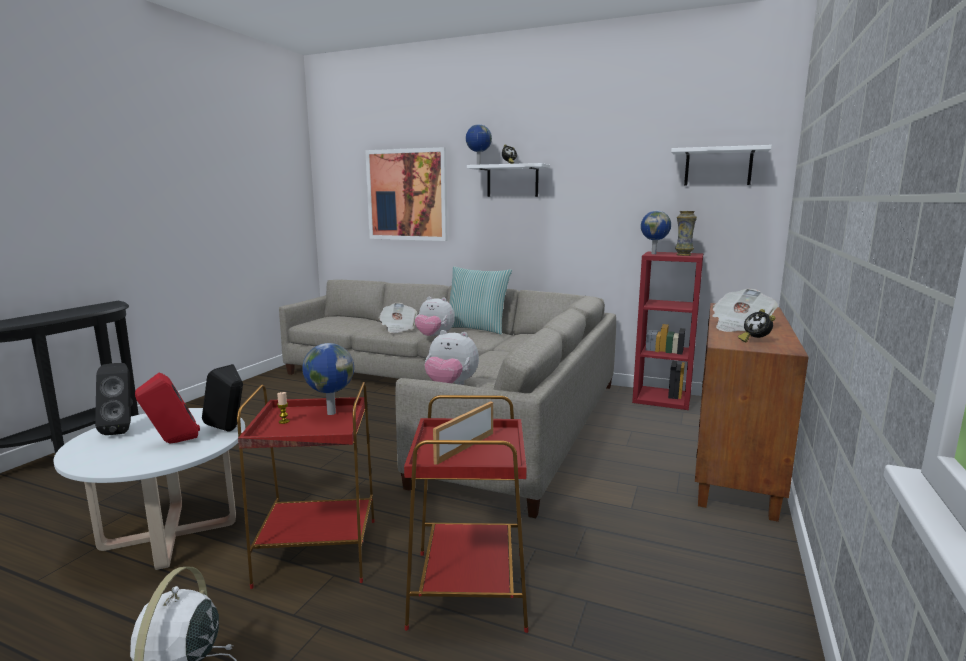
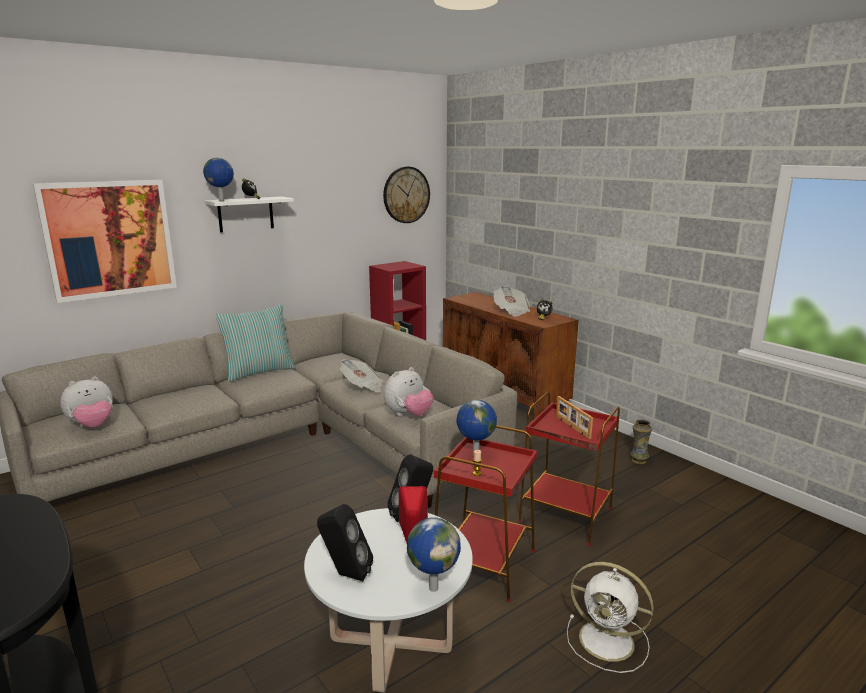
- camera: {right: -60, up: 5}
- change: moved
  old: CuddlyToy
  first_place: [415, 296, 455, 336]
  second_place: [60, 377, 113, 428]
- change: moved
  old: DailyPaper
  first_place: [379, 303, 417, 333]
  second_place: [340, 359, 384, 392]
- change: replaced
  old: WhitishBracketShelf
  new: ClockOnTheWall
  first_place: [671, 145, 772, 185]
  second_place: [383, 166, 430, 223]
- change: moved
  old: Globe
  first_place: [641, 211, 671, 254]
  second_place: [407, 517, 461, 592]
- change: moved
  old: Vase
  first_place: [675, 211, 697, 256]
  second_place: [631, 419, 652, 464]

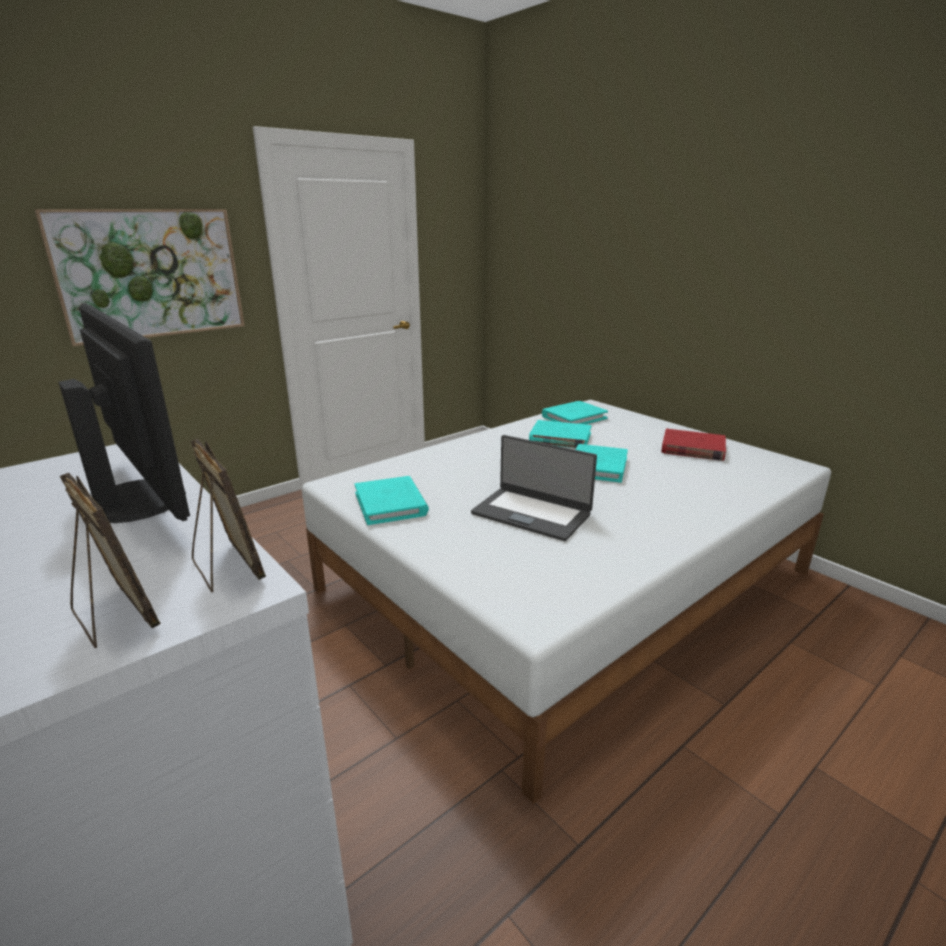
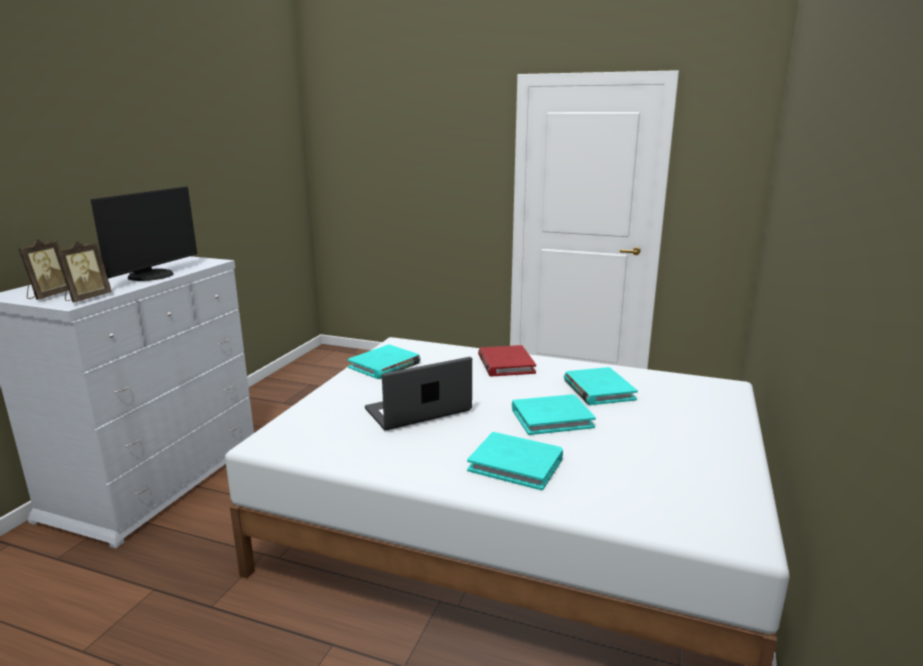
- camera: {right: 60, up: -5}
- change: turned
  old: Laptop
  first_place: [471, 435, 597, 541]
  second_place: [365, 357, 472, 431]
  degrees: 60
- change: moved
  old: BlueGreenBook
  first_place: [542, 401, 608, 424]
  second_place: [467, 432, 563, 490]
- change: moved
  old: RedColouredBook
  first_place: [661, 429, 726, 461]
  second_place: [478, 345, 536, 376]
- change: removed
  old: WallArt
  first_place: [34, 209, 245, 346]

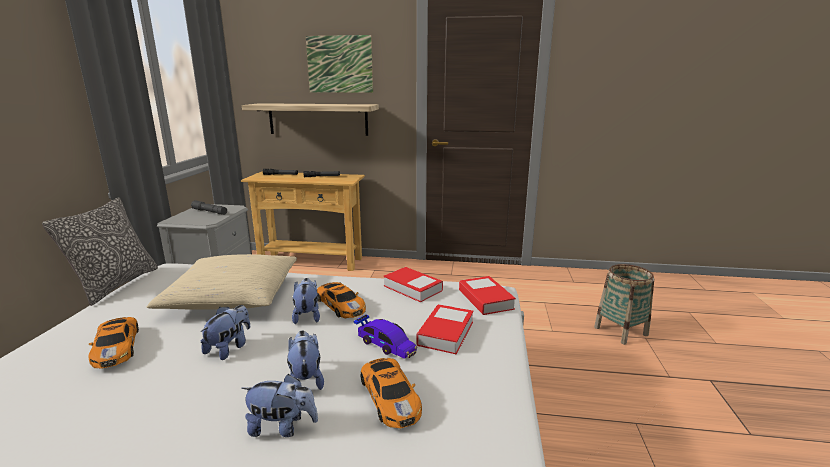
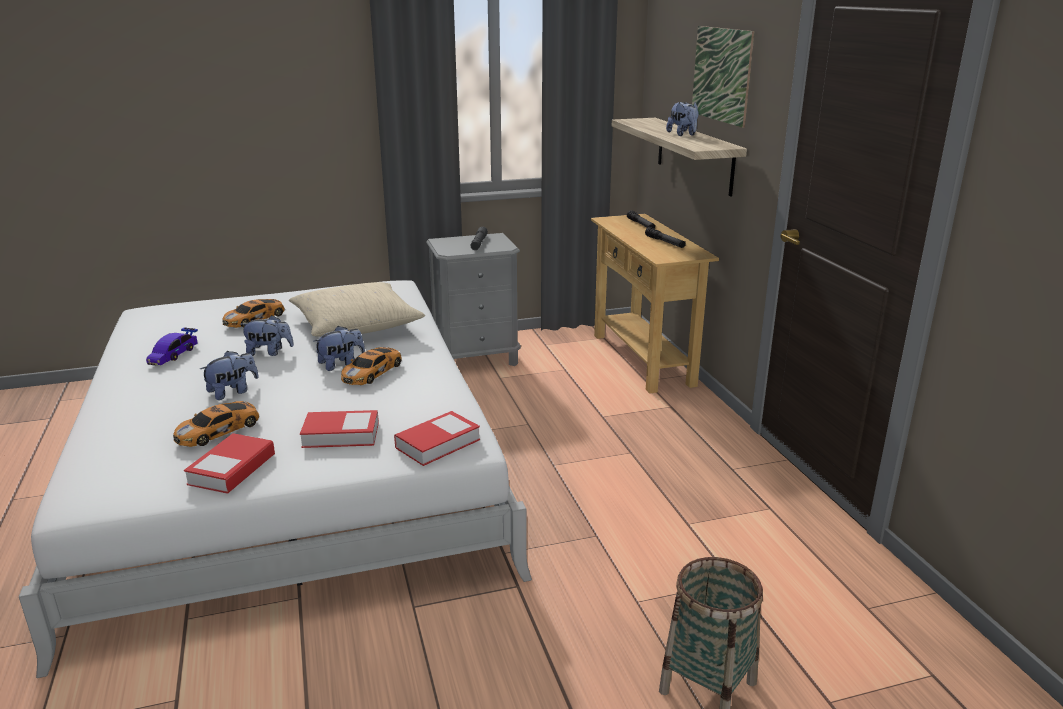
- camera: {right: 65, up: 5}
- change: moved
  old: MiniatureCar
  first_place: [354, 315, 417, 359]
  second_place: [146, 328, 198, 366]
- change: moved
  old: Book
  first_place: [383, 267, 443, 302]
  second_place: [184, 433, 275, 494]
- change: moved
  old: CuddlyToy
  first_place: [241, 374, 318, 437]
  second_place: [666, 102, 699, 136]
- change: removed
  old: Cushion
  first_place: [42, 198, 158, 306]

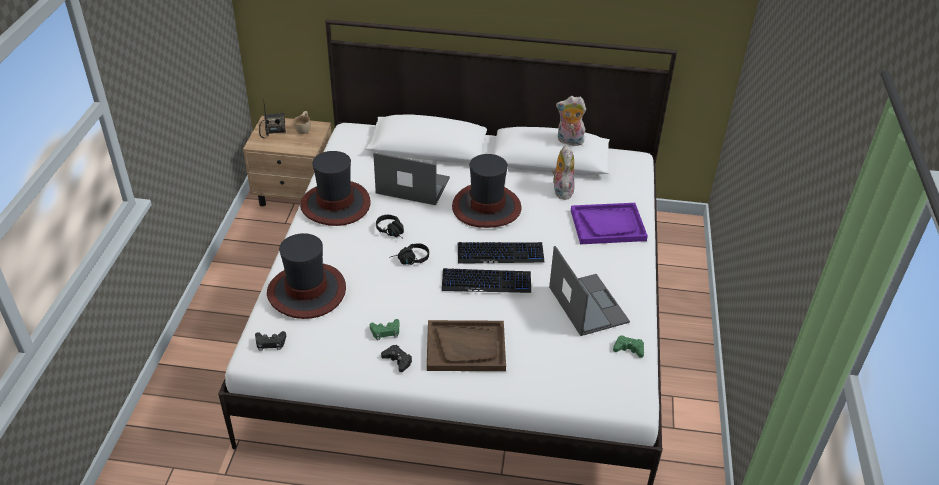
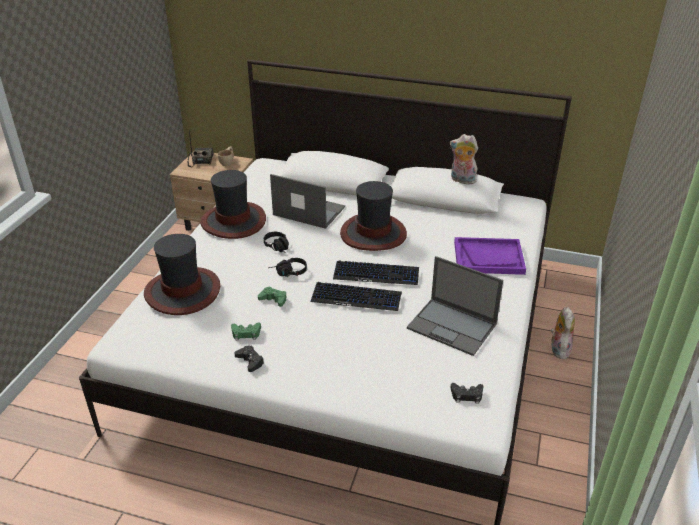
- camera: {right: 10, up: -5}
- change: moved
  old: GreenishJoypad
  first_place: [613, 335, 644, 358]
  second_place: [258, 287, 286, 307]
- change: turned
  old: Laptop
  first_place: [549, 246, 630, 336]
  second_place: [407, 256, 503, 356]
  degrees: 135
- change: moved
  old: BlackColouredJoypad
  first_place: [255, 331, 286, 351]
  second_place: [450, 383, 484, 404]
- change: moved
  old: CuddlyToy
  first_place: [552, 145, 575, 200]
  second_place: [551, 307, 575, 359]
- change: removed
  old: BrownCarryingTray
  first_place: [427, 320, 506, 371]

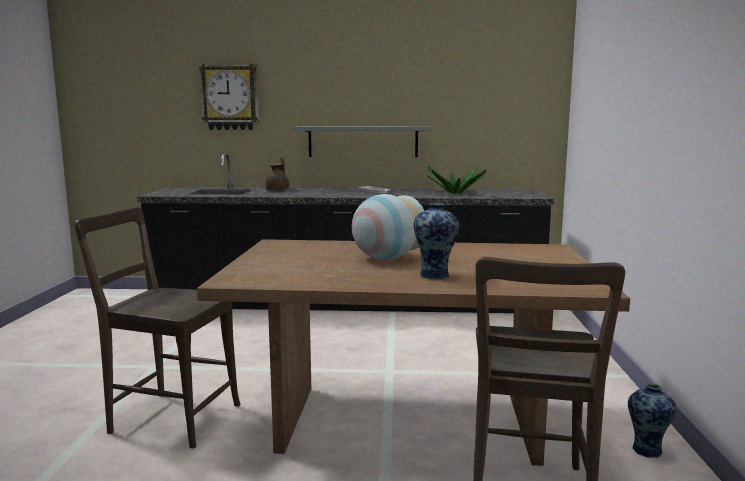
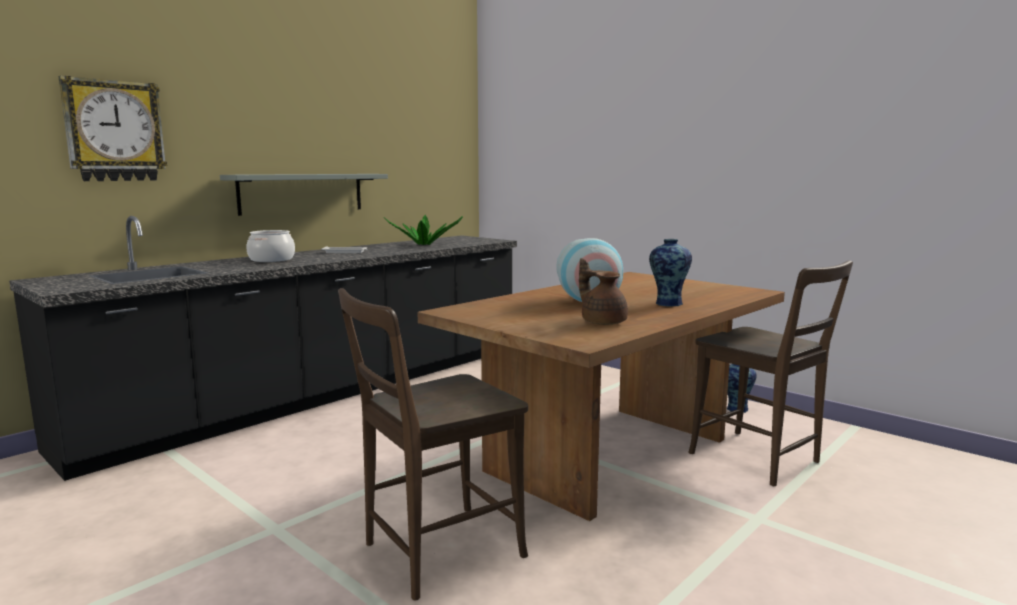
- camera: {right: -50, up: 0}
- change: added
  new: CookingPot
  second_place: [246, 230, 295, 262]
- change: moved
  old: BrownPotForTea
  first_place: [265, 157, 289, 191]
  second_place: [579, 258, 628, 325]

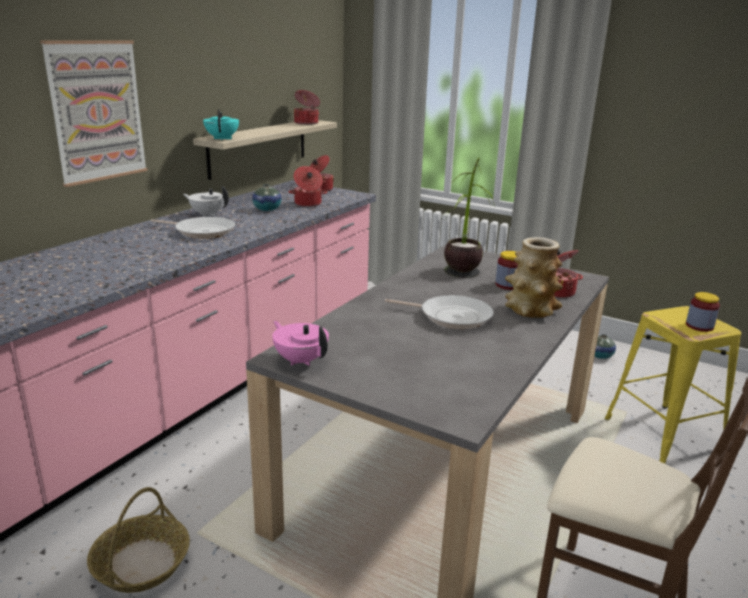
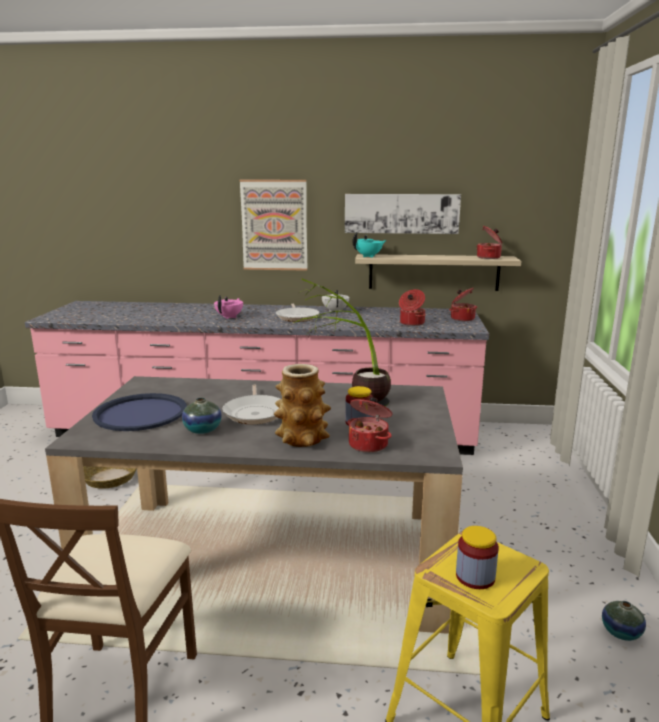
- camera: {right: 65, up: -5}
- change: added
  new: BlueCarryingTray
  second_place: [92, 393, 187, 431]
- change: moved
  old: Vase
  first_place: [252, 184, 282, 211]
  second_place: [182, 398, 222, 434]
- change: moved
  old: PinkColouredPotForTea
  first_place: [272, 321, 329, 366]
  second_place: [214, 295, 243, 319]
- change: added
  new: WallArt
  second_place: [345, 194, 461, 234]

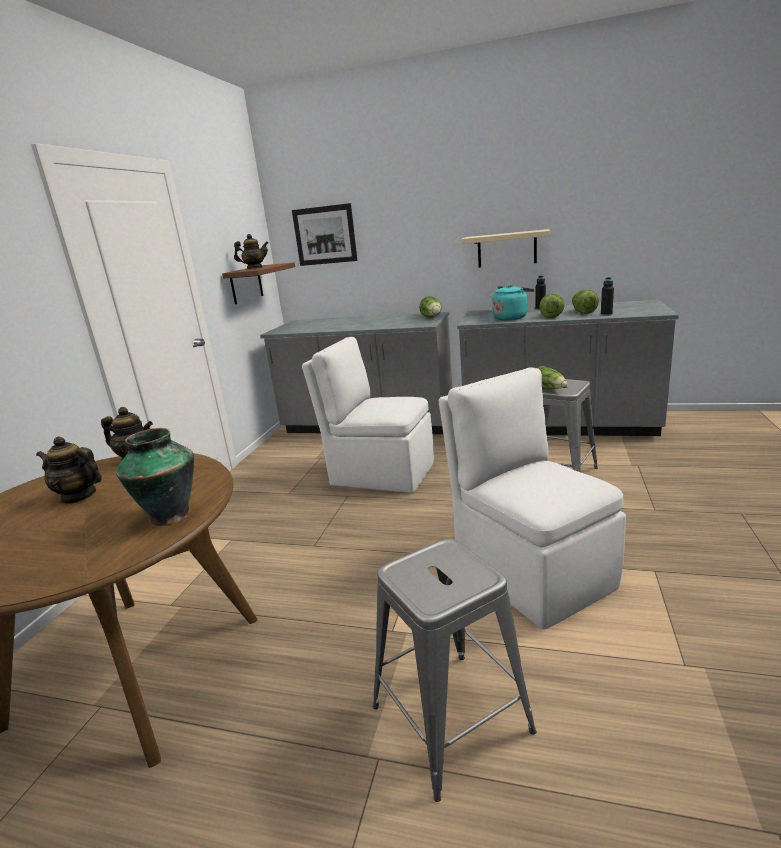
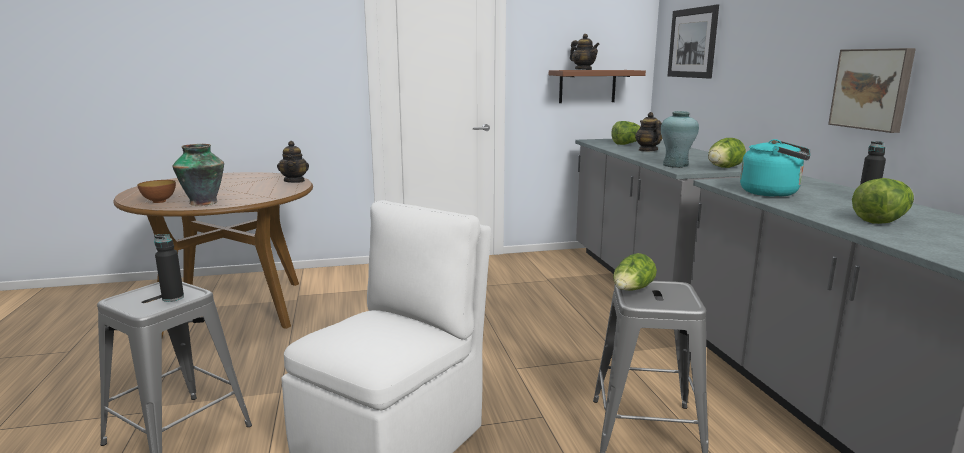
- camera: {right: 60, up: -5}
- change: added
  new: DeepDish
  second_place: [137, 180, 176, 203]
- change: moved
  old: BlackColouredBottle
  first_place: [601, 277, 614, 316]
  second_place: [154, 234, 184, 302]
- change: moved
  old: LettuceHead
  first_place: [539, 294, 565, 318]
  second_place: [611, 121, 641, 145]
- change: moved
  old: PotForTea
  first_place: [36, 437, 102, 504]
  second_place: [635, 112, 662, 151]
- change: added
  new: BlueGreenVase
  second_place: [661, 111, 699, 168]
- change: replaced
  old: BeigeBracketShelf
  new: WallArt
  first_place: [461, 229, 550, 268]
  second_place: [828, 48, 916, 133]
- change: removed
  old: WhitishPlainChair
  first_place: [302, 337, 434, 493]

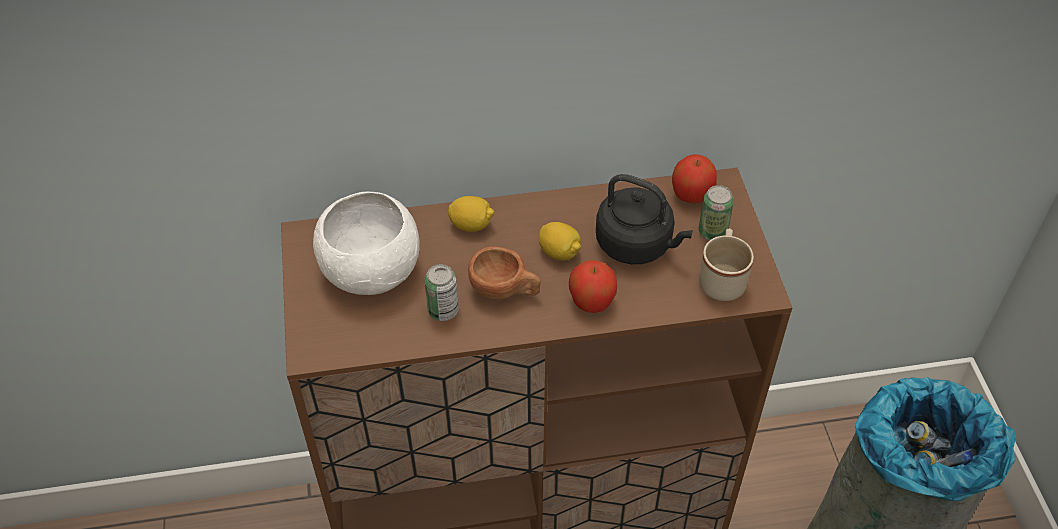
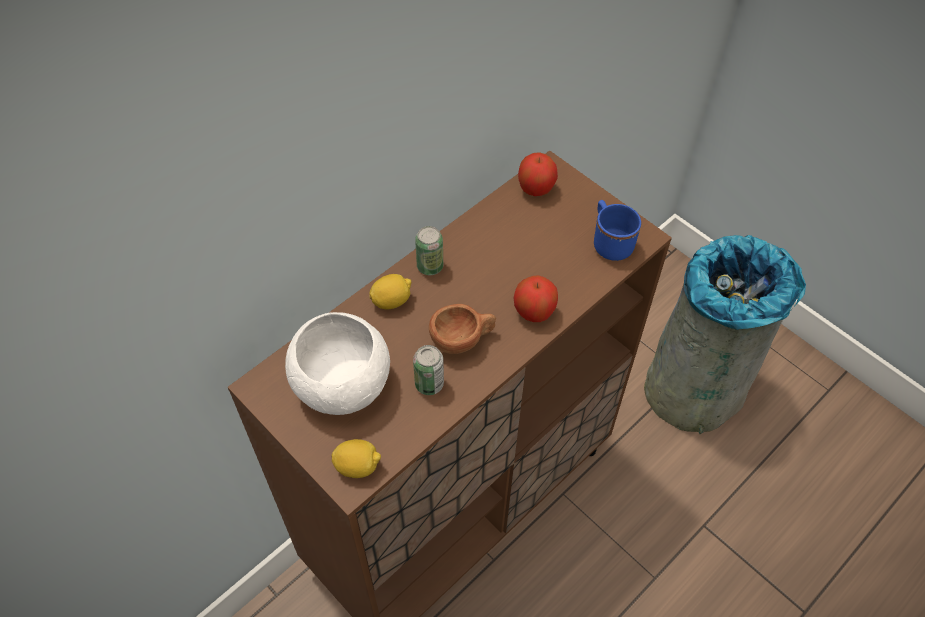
- camera: {right: -35, up: 5}
- change: moved
  old: CitrusFruit
  first_place: [539, 222, 581, 261]
  second_place: [331, 439, 381, 478]
- change: moved
  old: MetalCan
  first_place: [699, 185, 734, 240]
  second_place: [415, 226, 443, 275]
- change: recoloured
  old: BeigeMug
  new: BlueMug
  first_place: [699, 229, 754, 301]
  second_place: [594, 200, 641, 261]
- change: removed
  old: BlackColouredKettle
  first_place: [596, 174, 693, 264]

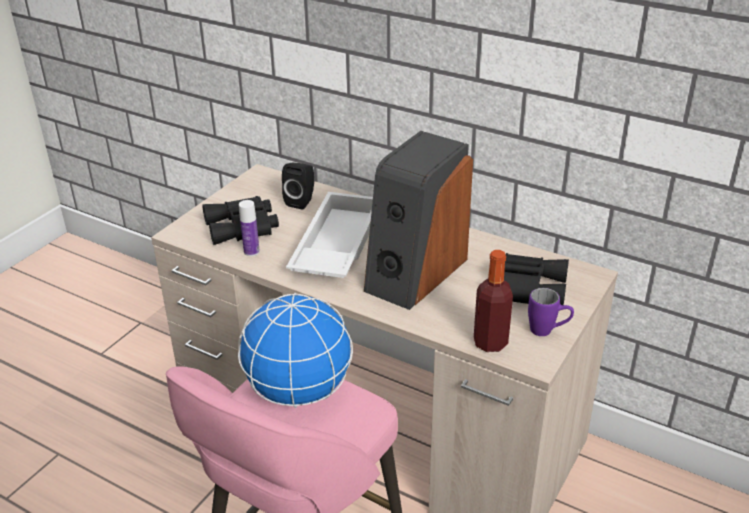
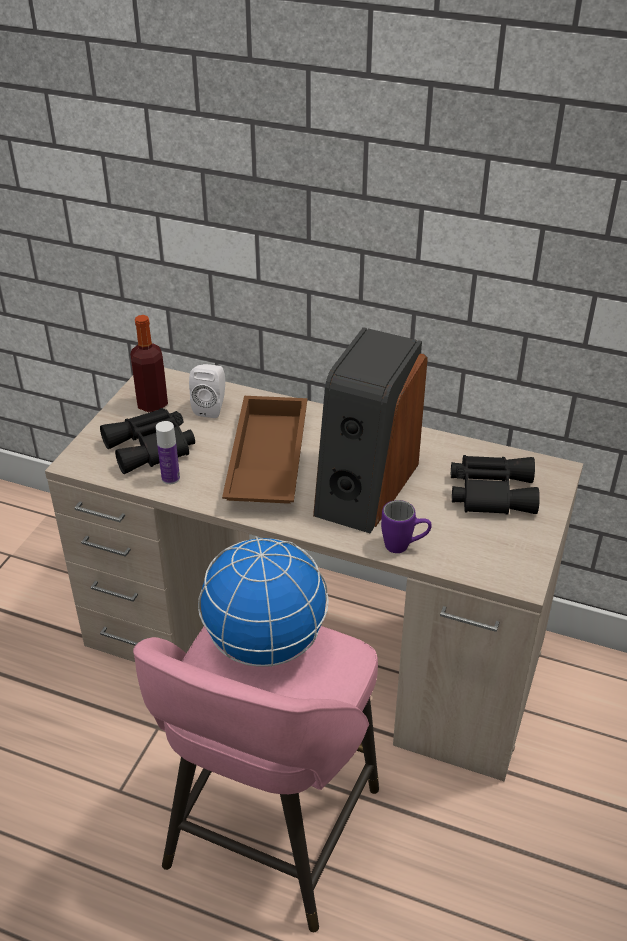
- camera: {right: -10, up: 5}
- change: moved
  old: Bottle
  first_place: [474, 250, 513, 352]
  second_place: [130, 315, 168, 412]
- change: recoloured
  old: BlackColouredLoudspeaker
  new: WhitishLoudspeaker
  first_place: [282, 162, 314, 210]
  second_place: [189, 364, 225, 418]
- change: recoloured
  old: WhitishCarryingTray
  new: BrownCarryingTray
  first_place: [286, 192, 373, 278]
  second_place: [222, 396, 307, 504]
- change: moved
  old: PurplishMug
  first_place: [528, 288, 574, 336]
  second_place: [381, 500, 432, 553]

